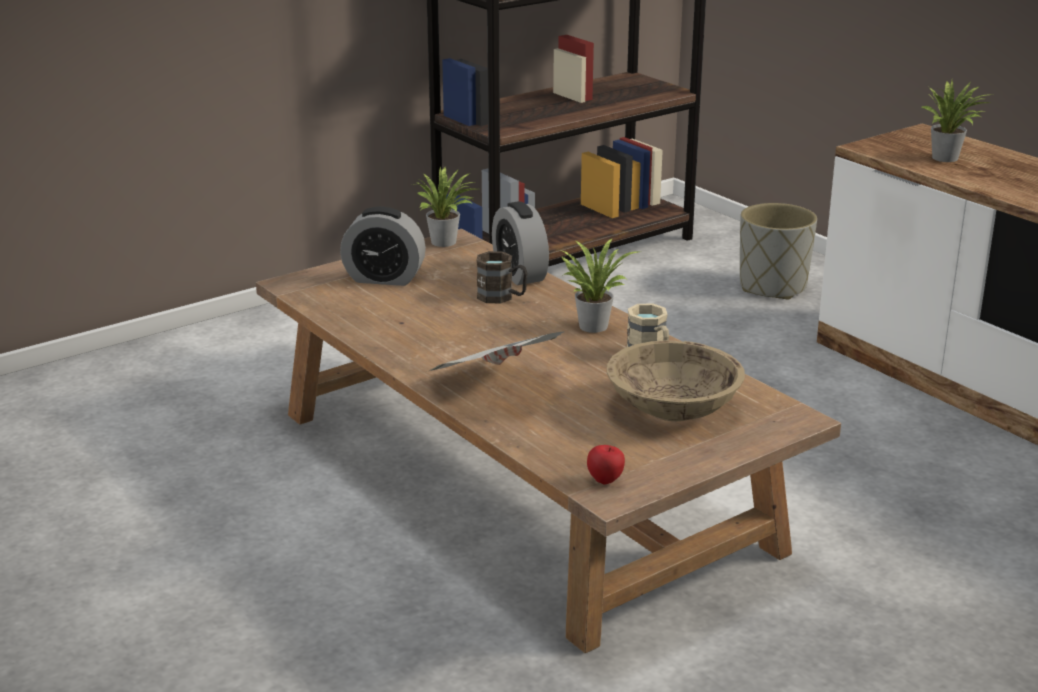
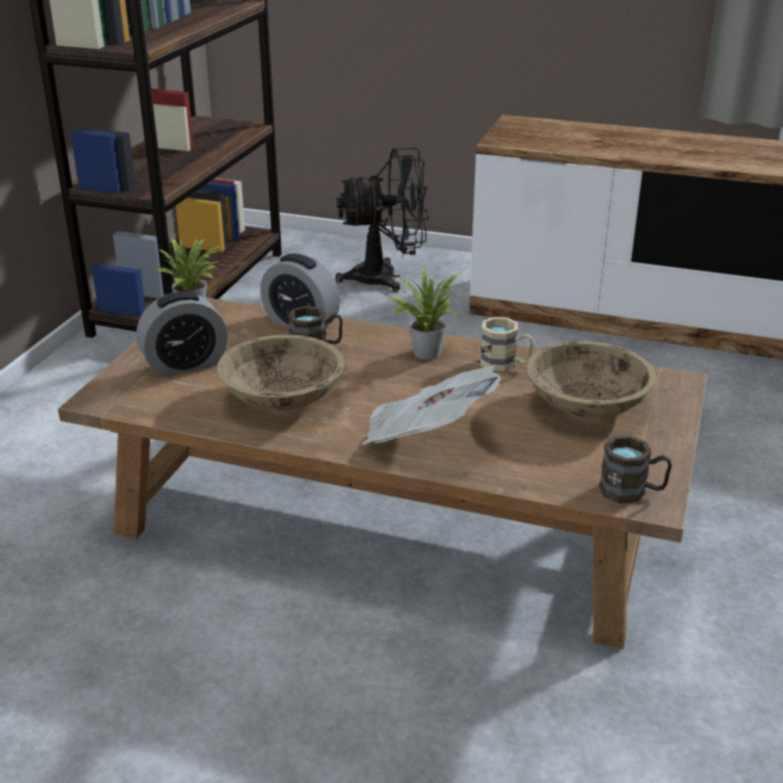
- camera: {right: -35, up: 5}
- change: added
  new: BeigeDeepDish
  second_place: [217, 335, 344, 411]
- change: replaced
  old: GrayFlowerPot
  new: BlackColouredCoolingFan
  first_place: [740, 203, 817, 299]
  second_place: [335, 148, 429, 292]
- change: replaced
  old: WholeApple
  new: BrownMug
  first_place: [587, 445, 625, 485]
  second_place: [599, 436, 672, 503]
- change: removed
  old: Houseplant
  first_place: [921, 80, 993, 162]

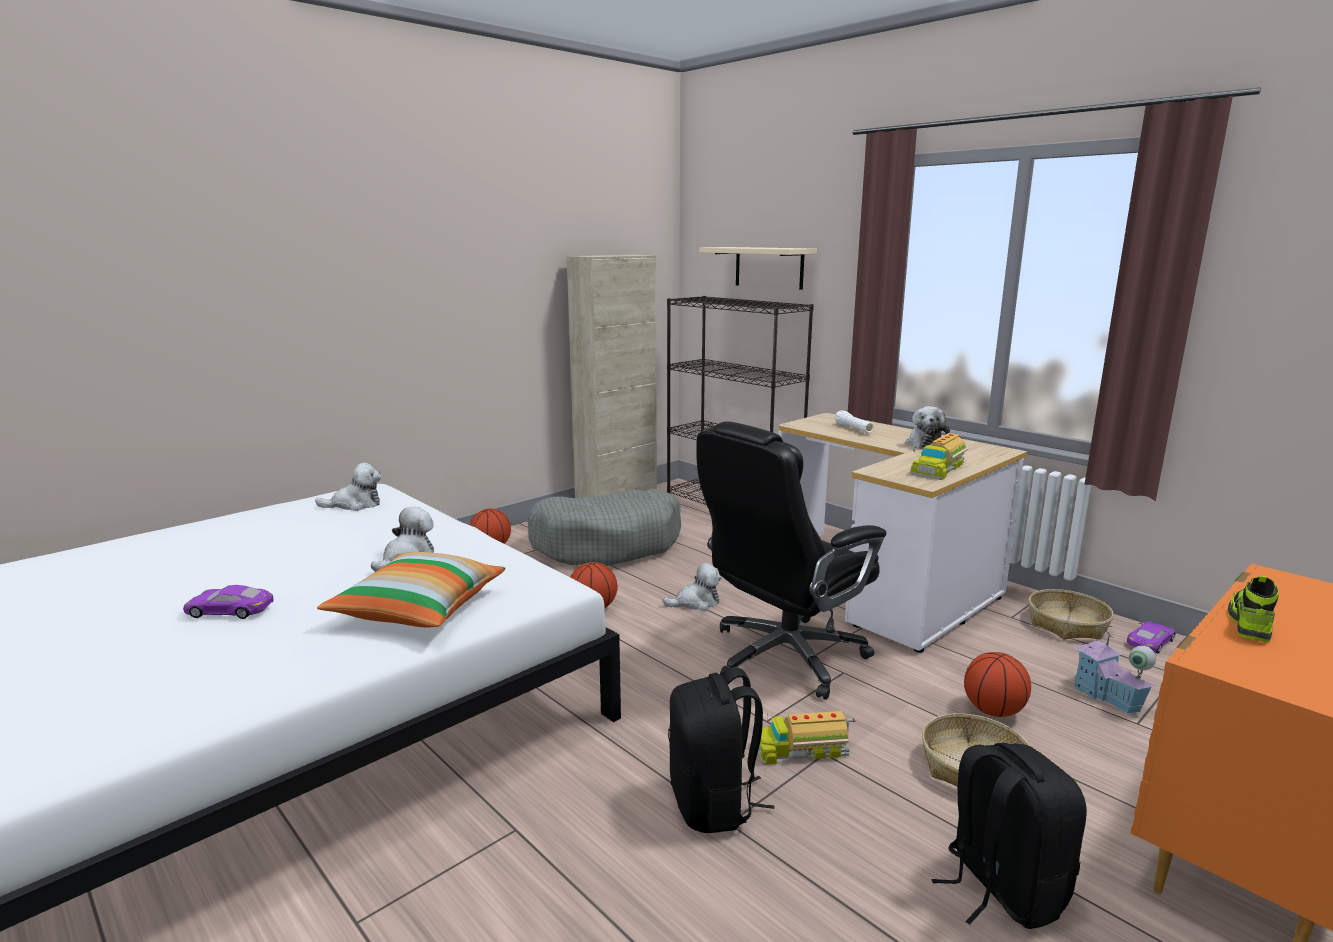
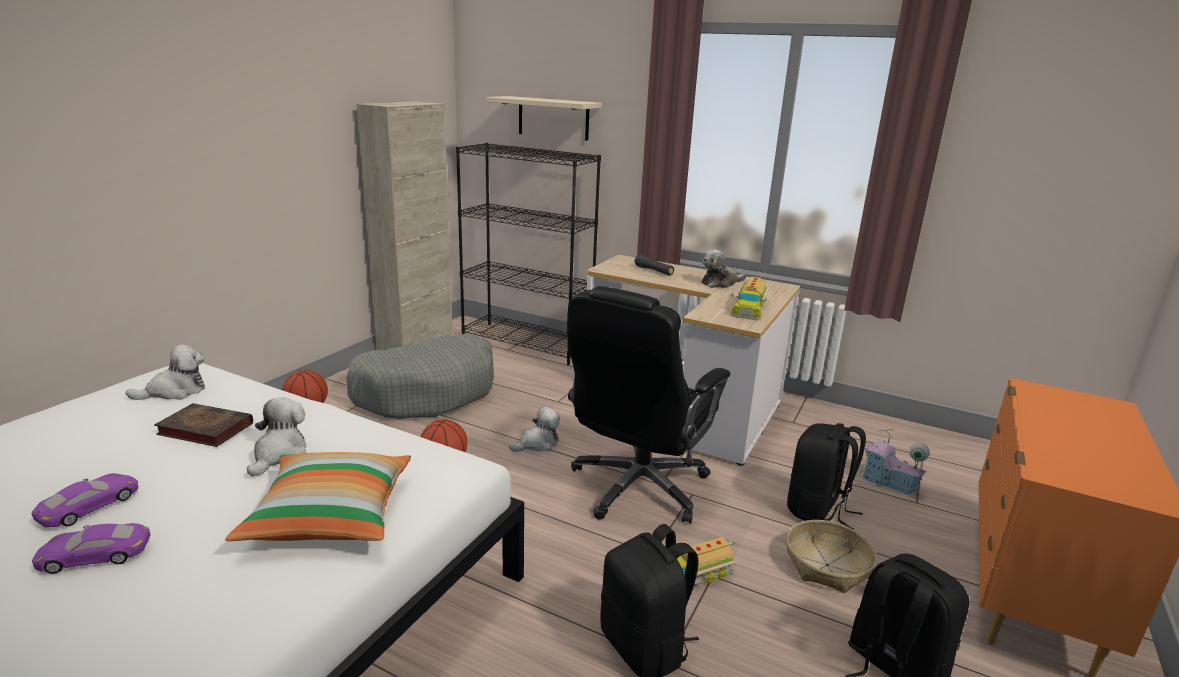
- camera: {right: -20, up: 5}
- change: moved
  old: PurplishMiniatureCar
  first_place: [1127, 621, 1176, 653]
  second_place: [31, 473, 139, 527]
- change: added
  new: Book
  second_place: [154, 403, 253, 447]
- change: recoloured
  old: WhitishHandTorch
  new: BlackColouredHandTorch
  first_place: [835, 410, 874, 433]
  second_place: [634, 254, 674, 275]
- change: turned
  old: CuddlyToy
  first_place: [906, 406, 950, 449]
  second_place: [702, 250, 747, 288]
  degrees: 75
- change: replaced
  old: BasketballBall
  new: BlackColouredRucksack
  first_place: [964, 652, 1031, 717]
  second_place: [787, 423, 866, 530]
- change: removed
  old: Basket
  first_place: [1029, 589, 1114, 639]
- change: removed
  old: ItemOfFootwear
  first_place: [1228, 576, 1279, 642]

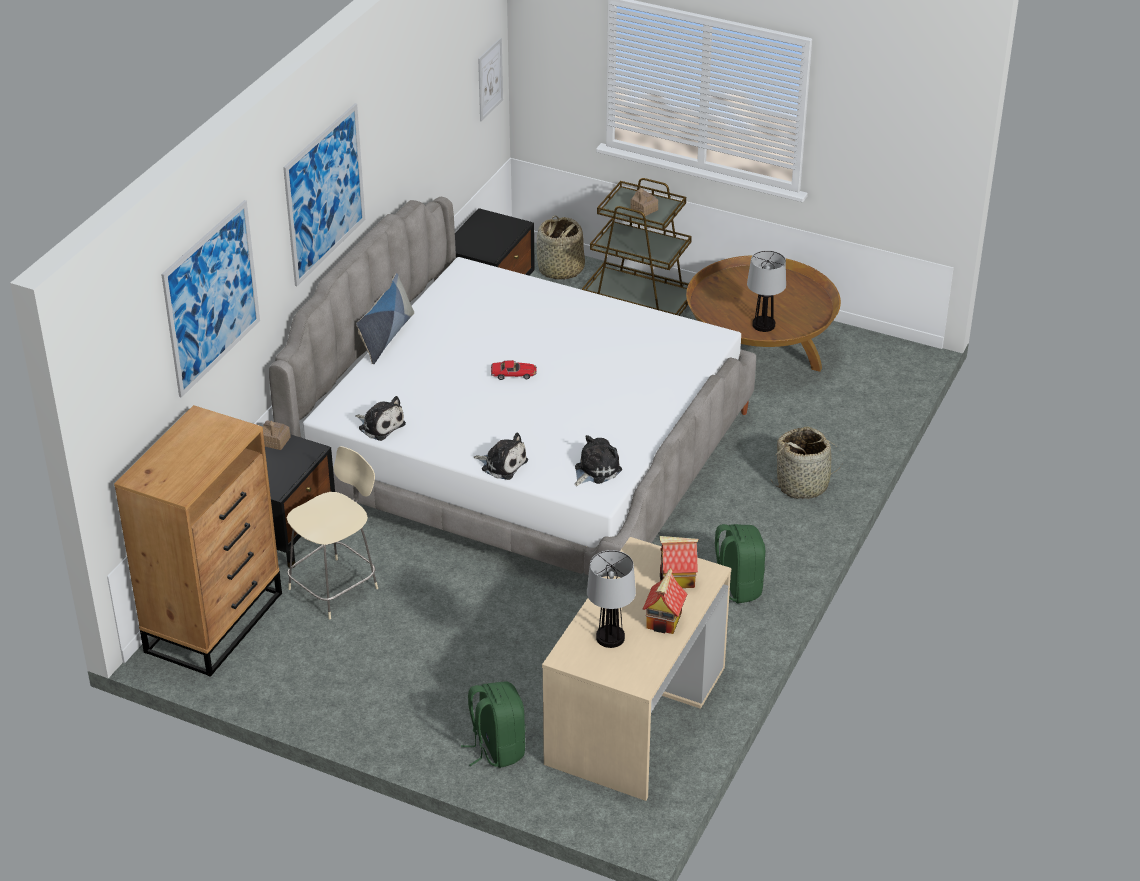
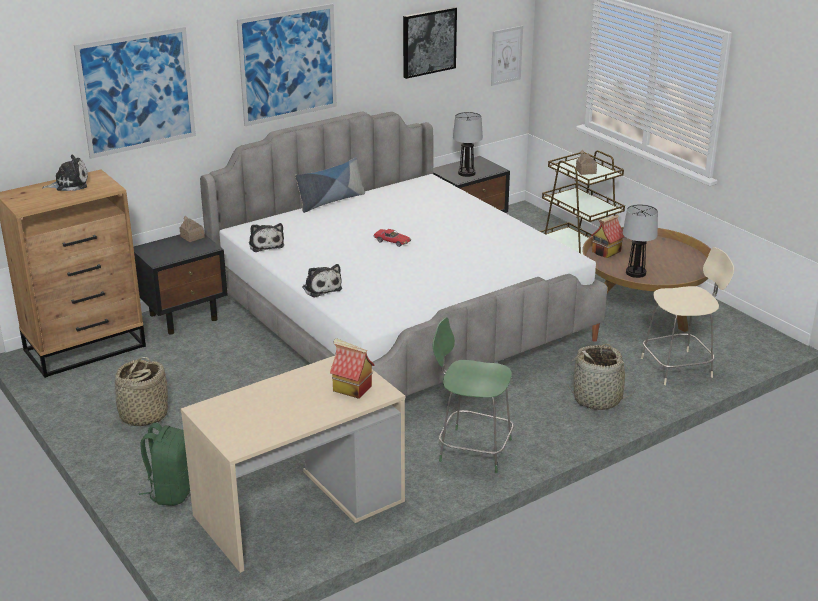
- camera: {right: 30, up: -10}
- change: moved
  old: CuddlyToy
  first_place: [575, 435, 622, 486]
  second_place: [42, 155, 88, 191]
- change: moved
  old: Basket
  first_place: [537, 215, 585, 280]
  second_place: [115, 357, 168, 426]
- change: added
  new: WallArt
  second_place: [403, 7, 457, 79]
- change: replaced
  old: GreenishRucksack
  new: GreenishPlainChair
  first_place: [715, 524, 765, 603]
  second_place: [433, 317, 514, 473]
- change: moved
  old: TableLamp
  first_place: [587, 550, 636, 648]
  second_place: [453, 112, 483, 177]
- change: moved
  old: ToyHouse
  first_place: [643, 568, 687, 634]
  second_place: [591, 215, 625, 258]
- change: moved
  old: BeigePlainChair
  first_place: [287, 446, 378, 620]
  second_place: [641, 247, 734, 385]

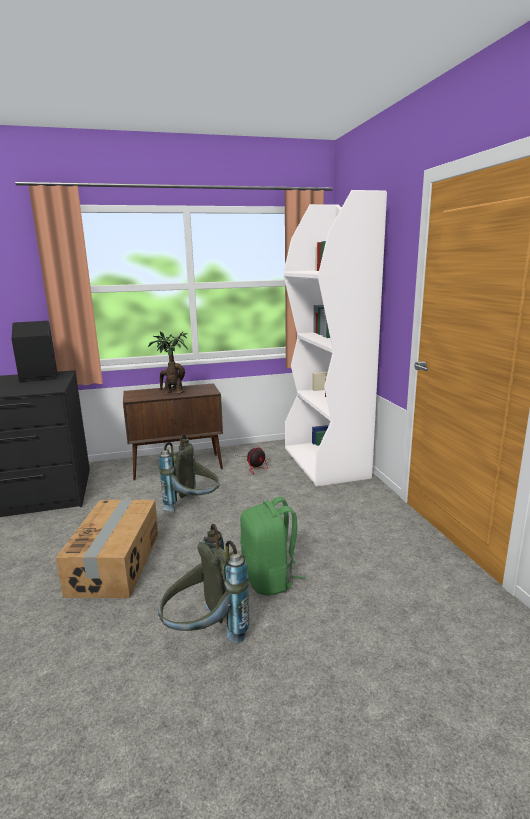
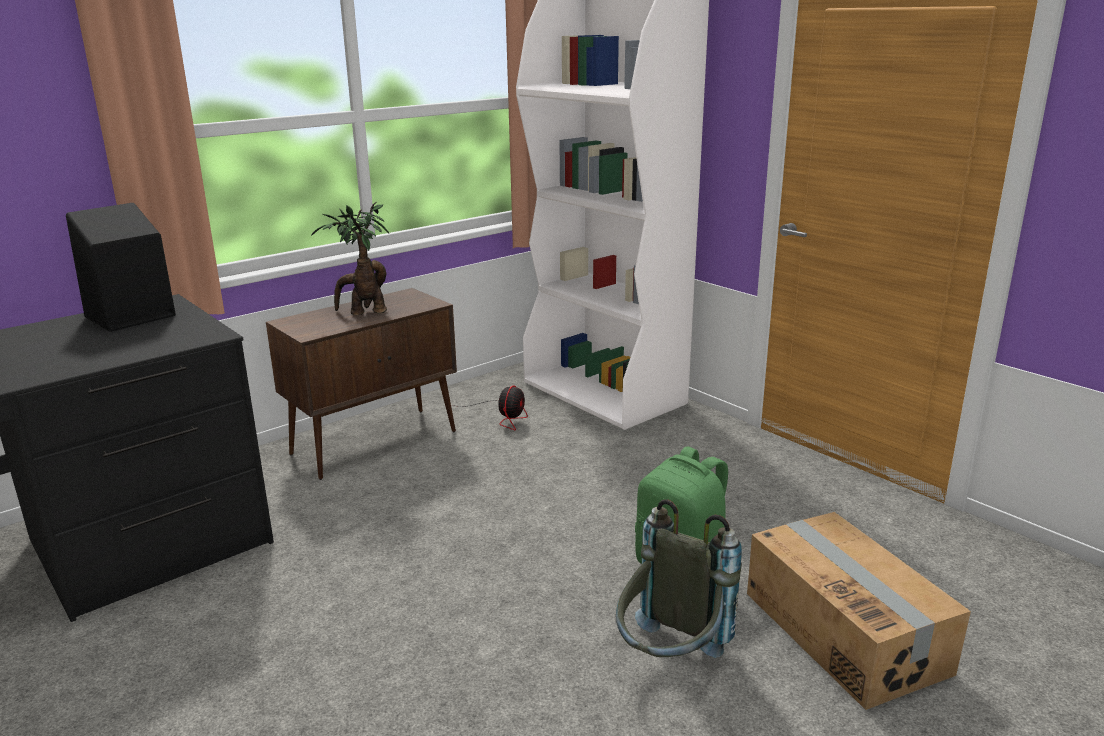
- camera: {right: -25, up: 5}
- change: moved
  old: Carton
  first_place: [56, 499, 158, 598]
  second_place: [747, 512, 971, 710]
- change: removed
  old: GrayRucksack
  first_place: [159, 434, 220, 511]

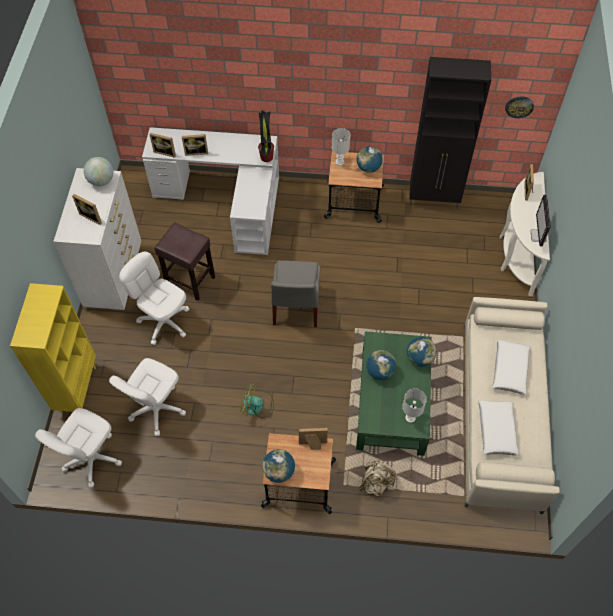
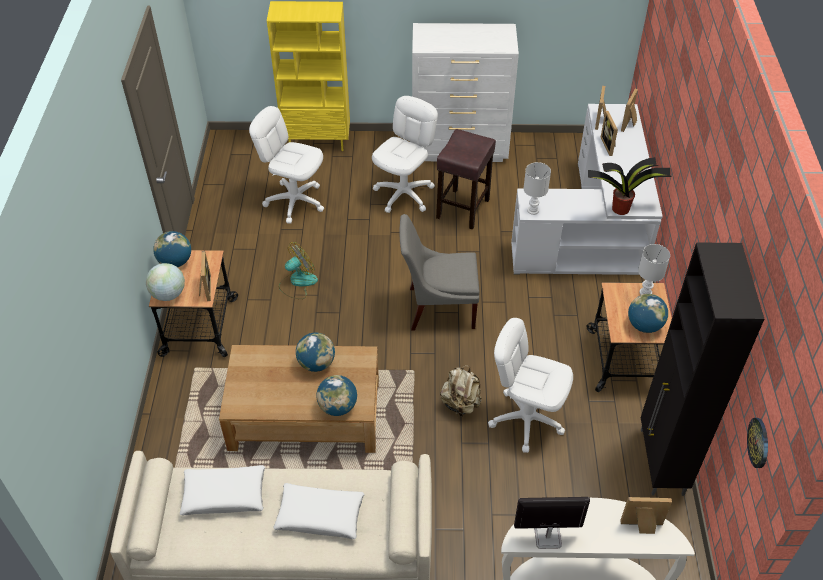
- camera: {right: 85, up: -10}
- change: moved
  old: Globe
  first_place: [84, 157, 113, 186]
  second_place: [146, 263, 185, 301]
- change: recoloured
  old: GreenishLoungeTable
  new: BrownLoungeTable
  first_place: [356, 331, 432, 456]
  second_place: [219, 345, 379, 453]
- change: turned
  old: CoolingFan
  first_place: [240, 383, 274, 418]
  second_place: [279, 242, 318, 299]
  degrees: 45
- change: moved
  old: BeigeRucksack
  first_place: [359, 460, 396, 496]
  second_place: [440, 365, 482, 416]
- change: moved
  old: WhitishDeskChair
  first_place: [35, 408, 122, 488]
  second_place: [488, 318, 573, 453]
- change: moved
  old: WhitishTableLamp
  first_place: [402, 388, 427, 423]
  second_place: [523, 162, 551, 215]
- change: moved
  old: PhotoFrame
  first_place: [72, 194, 102, 225]
  second_place: [621, 89, 638, 132]

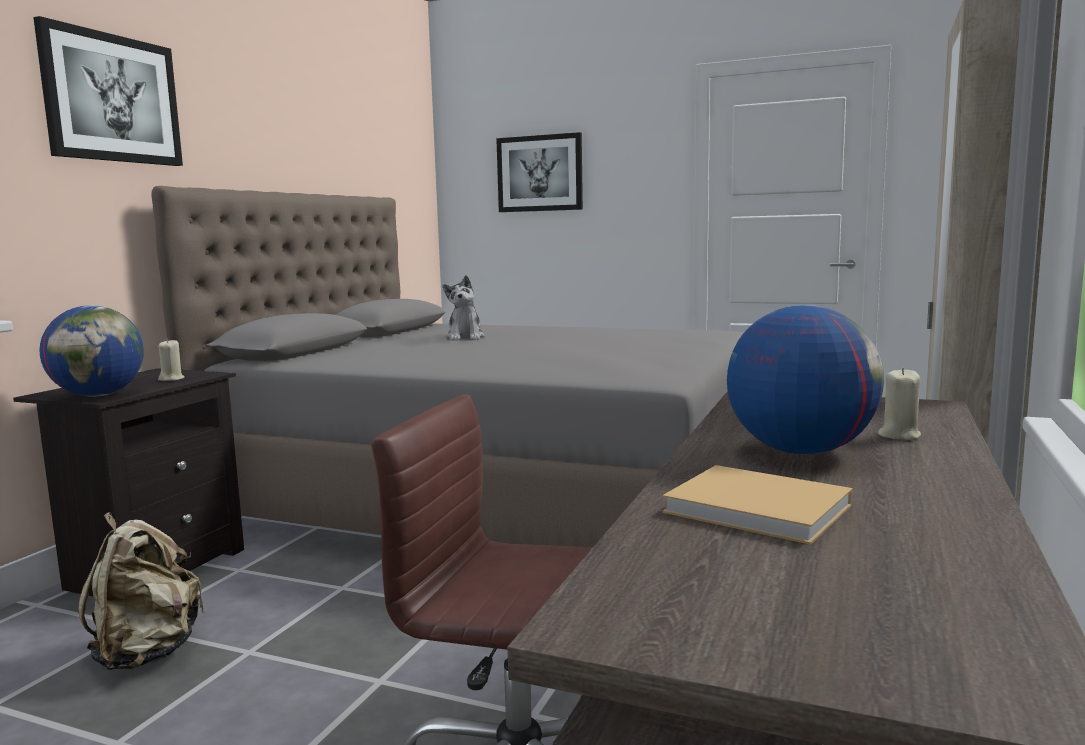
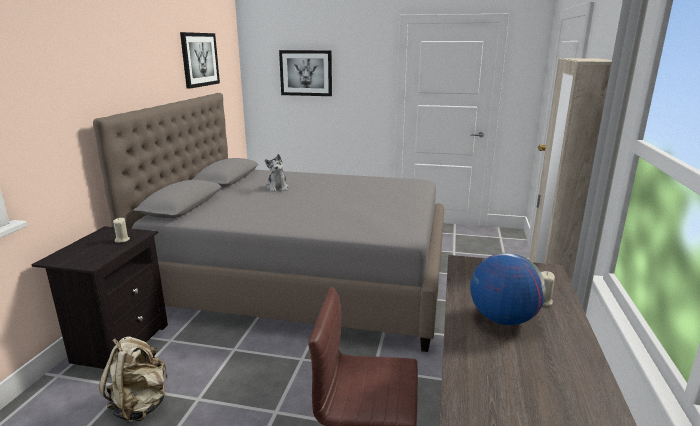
- camera: {right: -10, up: 10}
- change: moved
  old: WallArt
  first_place: [33, 16, 183, 166]
  second_place: [180, 32, 220, 89]
- change: removed
  old: Globe
  first_place: [39, 305, 144, 397]
- change: removed
  old: BeigeBook
  first_place: [663, 465, 853, 545]

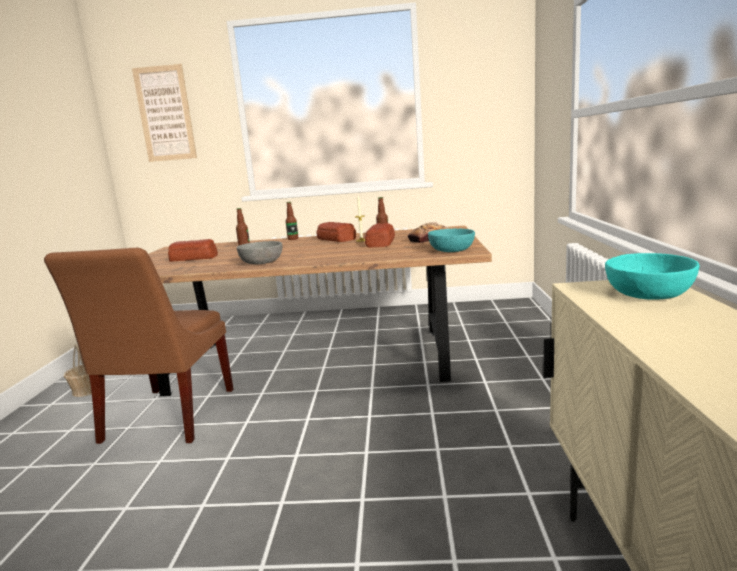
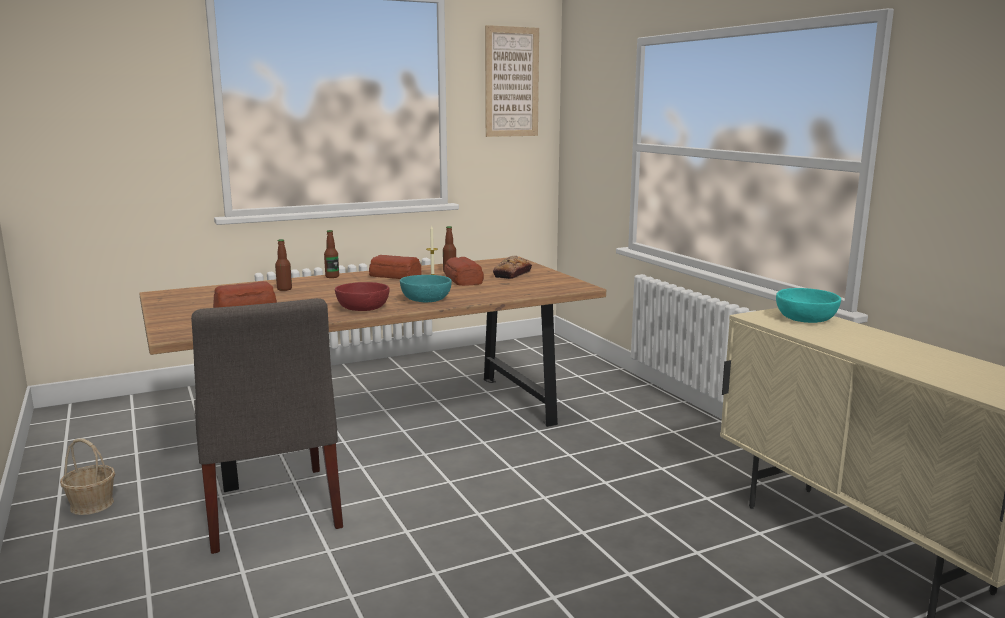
- camera: {right: -30, up: 0}
- change: recoloured
  old: BrownPlainChair
  new: GrayPlainChair
  first_place: [44, 248, 233, 444]
  second_place: [191, 298, 343, 554]
- change: recoloured
  old: GrayDeepDish
  new: RedColouredDeepDish
  first_place: [237, 241, 282, 264]
  second_place: [335, 282, 390, 311]
- change: moved
  old: BlueGreenDeepDish
  first_place: [428, 229, 475, 252]
  second_place: [400, 275, 452, 302]
- change: moved
  old: WallArt
  first_place: [132, 64, 197, 162]
  second_place: [485, 25, 539, 137]

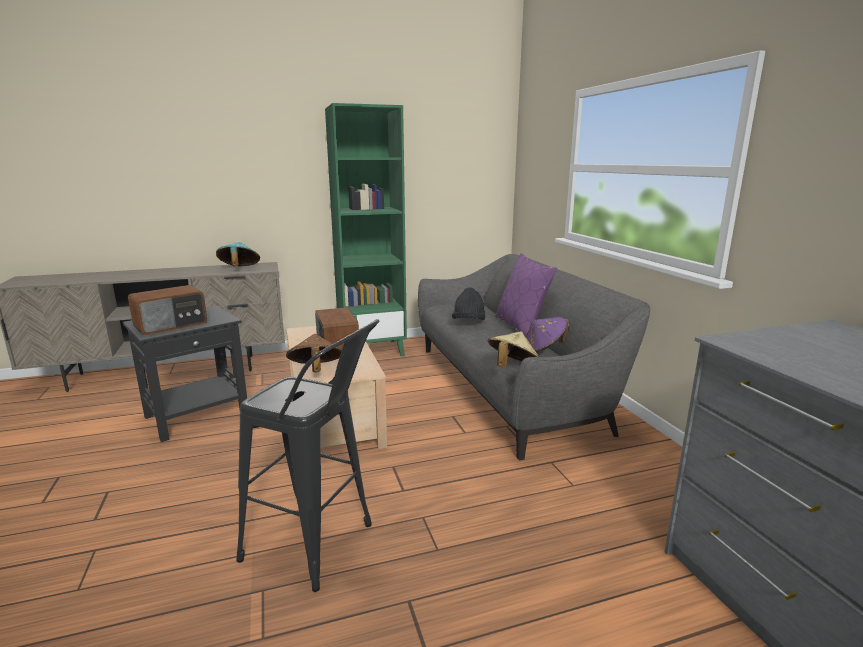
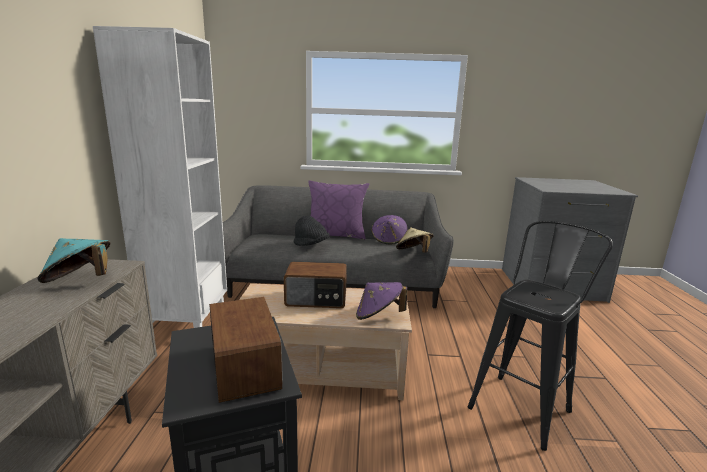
- camera: {right: -70, up: 0}
- change: recoloured
  old: GreenishBookshelf
  new: WhitishBookshelf
  first_place: [325, 103, 407, 356]
  second_place: [93, 26, 227, 328]
- change: recoloured
  old: BrownWearableHat
  new: PurplishWearableHat
  first_place: [286, 334, 342, 373]
  second_place: [356, 282, 407, 320]

